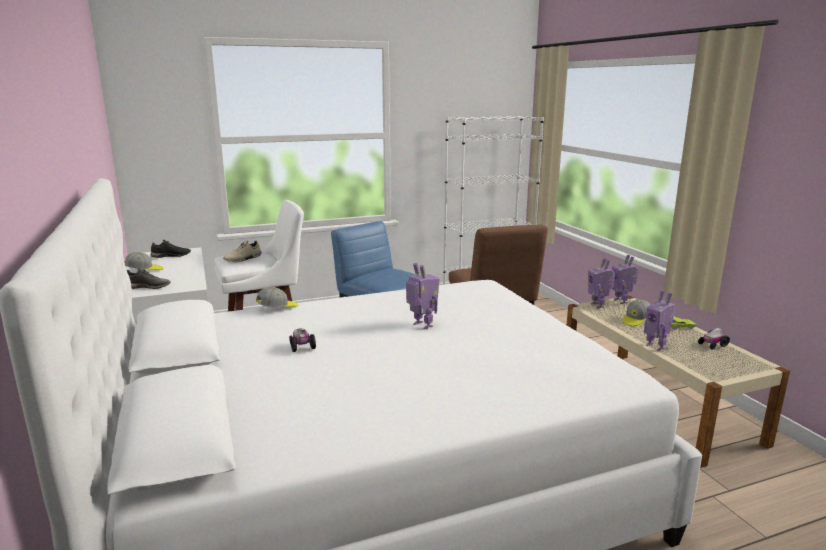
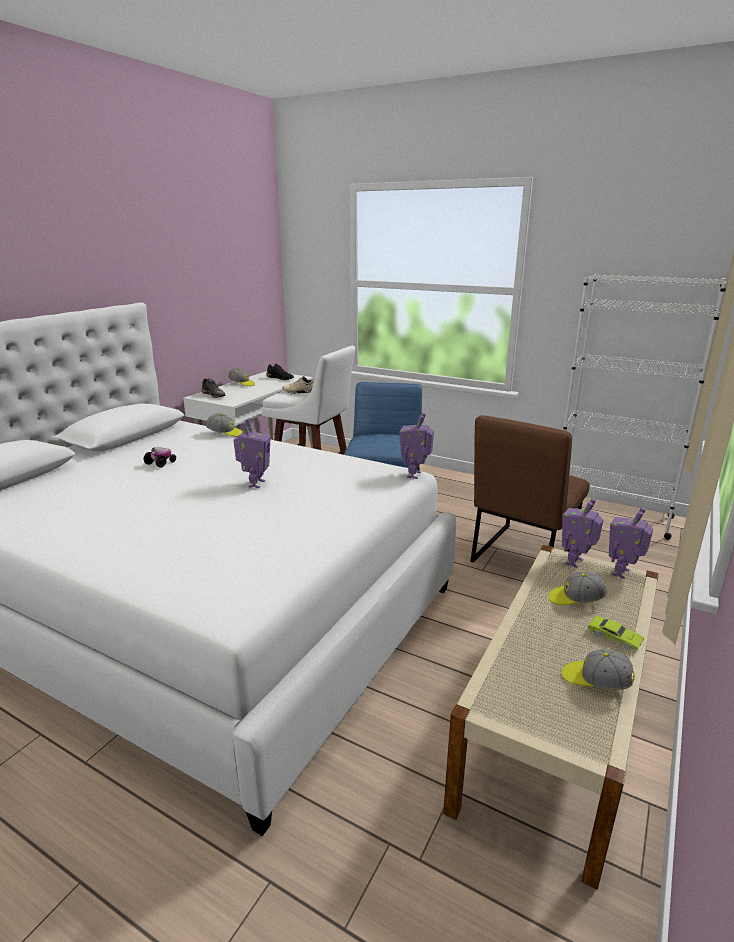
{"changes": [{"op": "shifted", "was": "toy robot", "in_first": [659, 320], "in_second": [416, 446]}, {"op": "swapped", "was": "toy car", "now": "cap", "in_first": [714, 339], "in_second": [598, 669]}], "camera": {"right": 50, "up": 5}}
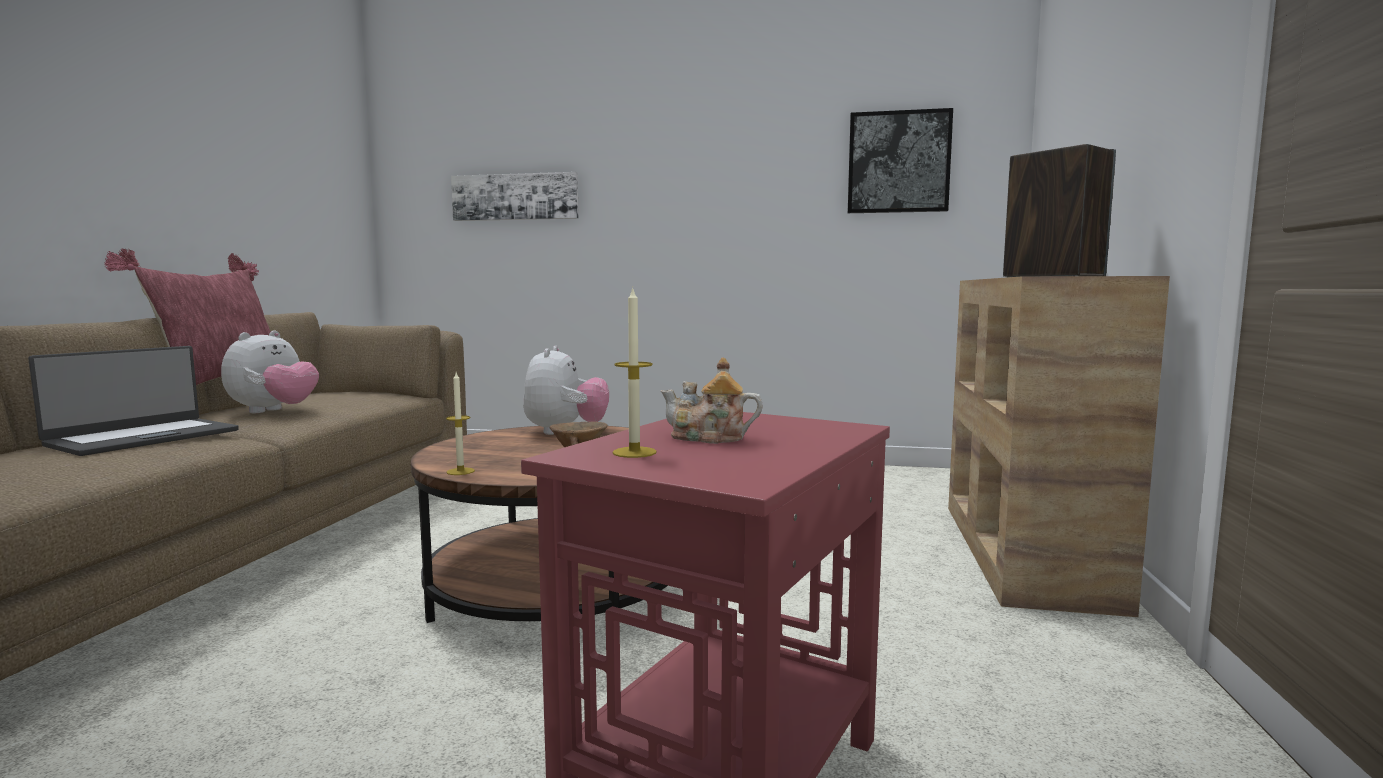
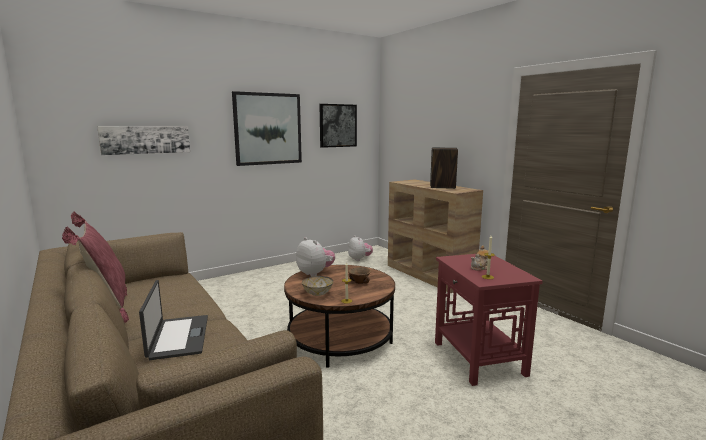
{"changes": [{"op": "new", "now": "picture", "in_second": [267, 128]}, {"op": "new", "now": "bowl", "in_second": [317, 286]}, {"op": "shifted", "was": "plush toy", "in_first": [270, 372], "in_second": [360, 248]}], "camera": {"right": -45, "up": 5}}
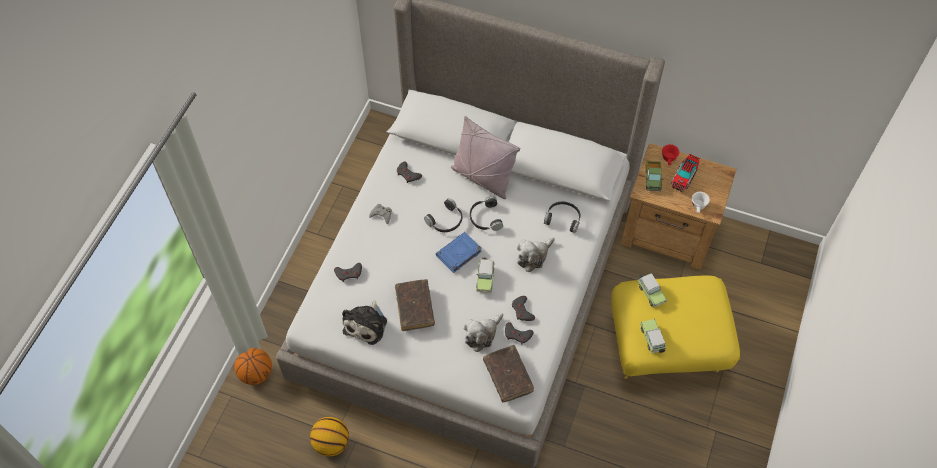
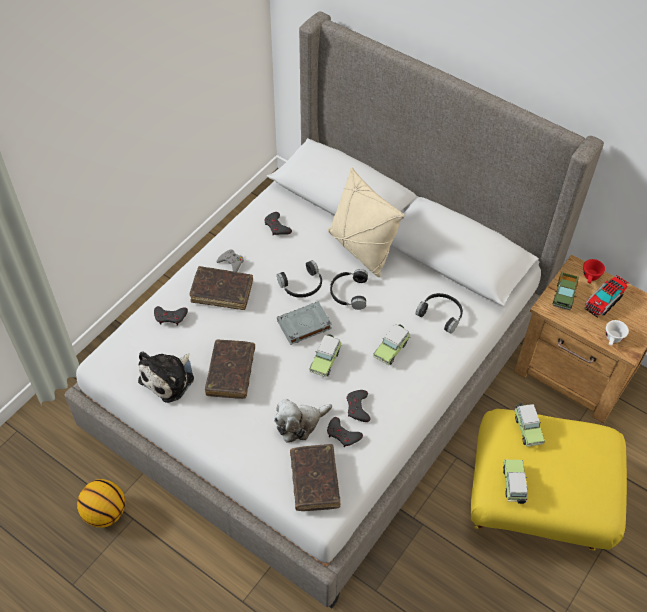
{"changes": [{"op": "new", "now": "book (brown)", "in_second": [221, 288]}, {"op": "repainted", "was": "book (blue)", "now": "book (grey)", "in_first": [459, 252], "in_second": [304, 323]}, {"op": "repainted", "was": "pillow (purple)", "now": "pillow (beige)", "in_first": [486, 157], "in_second": [366, 222]}, {"op": "swapped", "was": "plush toy", "now": "toy car", "in_first": [536, 254], "in_second": [391, 344]}, {"op": "gone", "was": "basketball", "in_first": [253, 366]}], "camera": {"right": 15, "up": -5}}
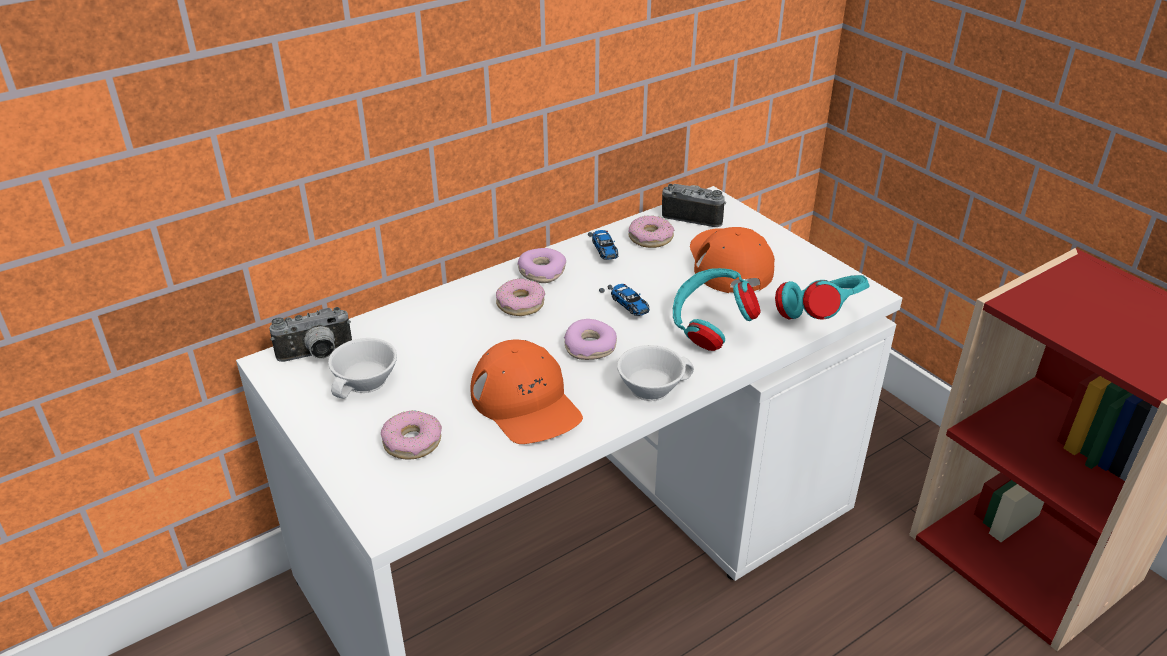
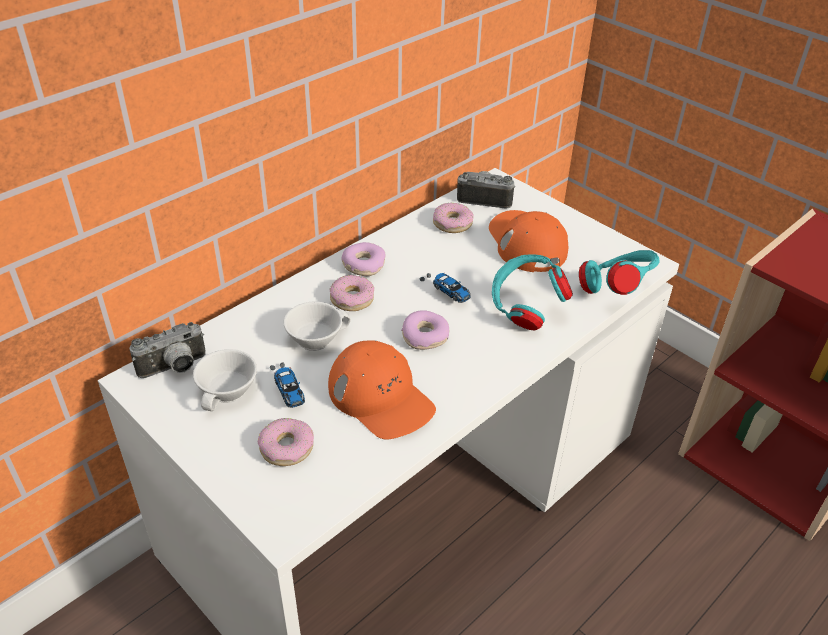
{"changes": [{"op": "shifted", "was": "toy car", "in_first": [603, 245], "in_second": [287, 385]}, {"op": "shifted", "was": "cup (white)", "in_first": [655, 373], "in_second": [317, 326]}], "camera": {"right": -10, "up": 5}}
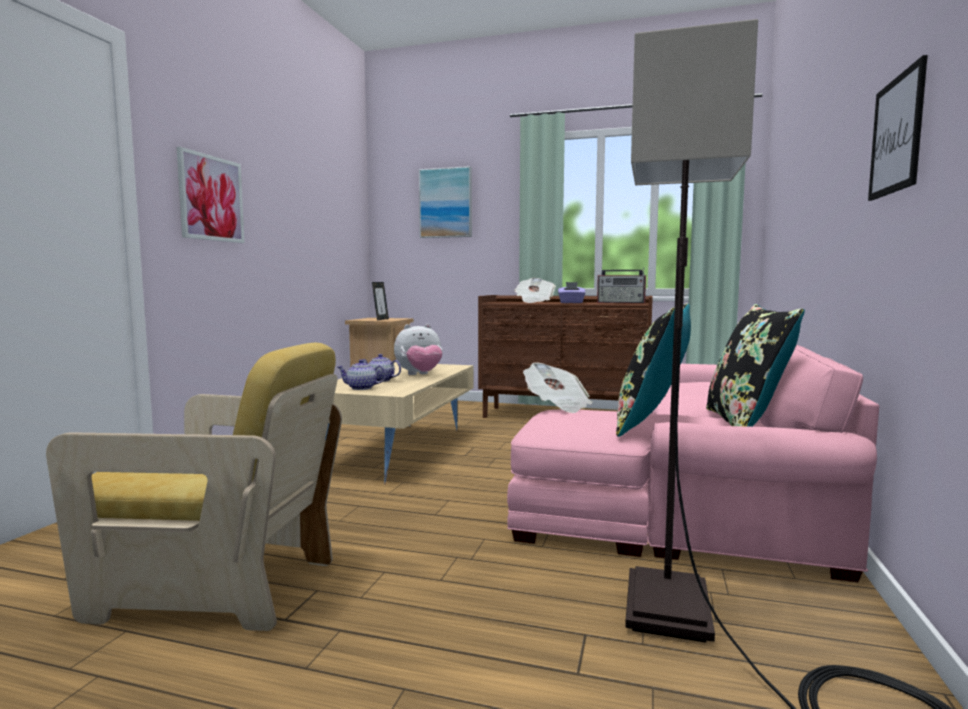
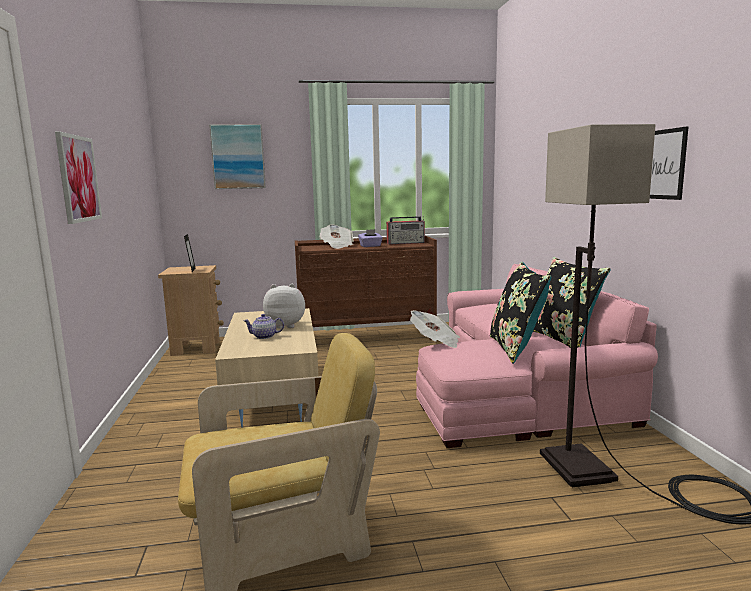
{"changes": [{"op": "rotated", "was": "plush toy", "in_first": [418, 349], "in_second": [284, 306], "clockwise": -135}, {"op": "gone", "was": "teapot", "in_first": [361, 374]}], "camera": {"right": -25, "up": 5}}
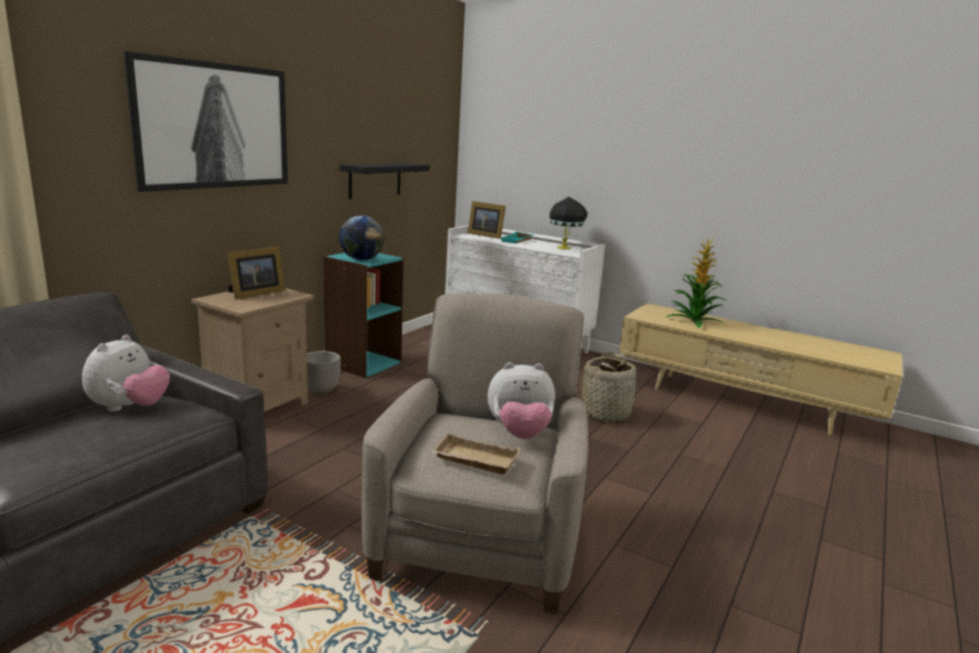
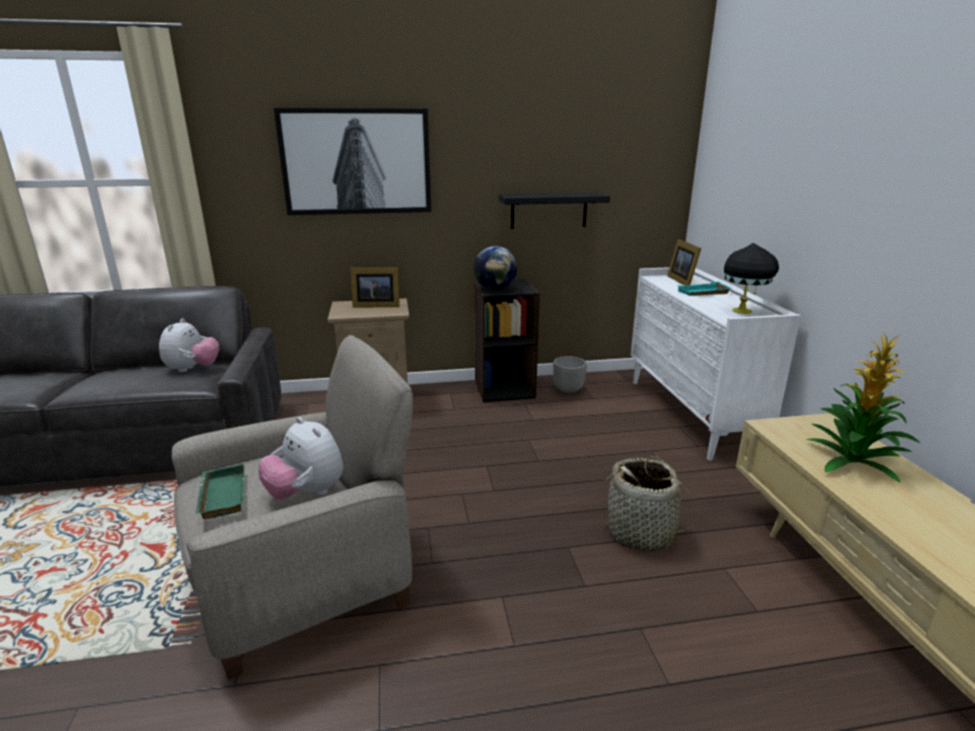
{"changes": [{"op": "rotated", "was": "plush toy", "in_first": [126, 373], "in_second": [189, 345], "clockwise": -60}, {"op": "repainted", "was": "tray (beige)", "now": "tray (green)", "in_first": [476, 453], "in_second": [220, 491]}, {"op": "repainted", "was": "bookcase (turquoise)", "now": "bookcase (black)", "in_first": [363, 315], "in_second": [507, 340]}, {"op": "shifted", "was": "planter", "in_first": [324, 372], "in_second": [570, 375]}], "camera": {"right": 50, "up": 5}}
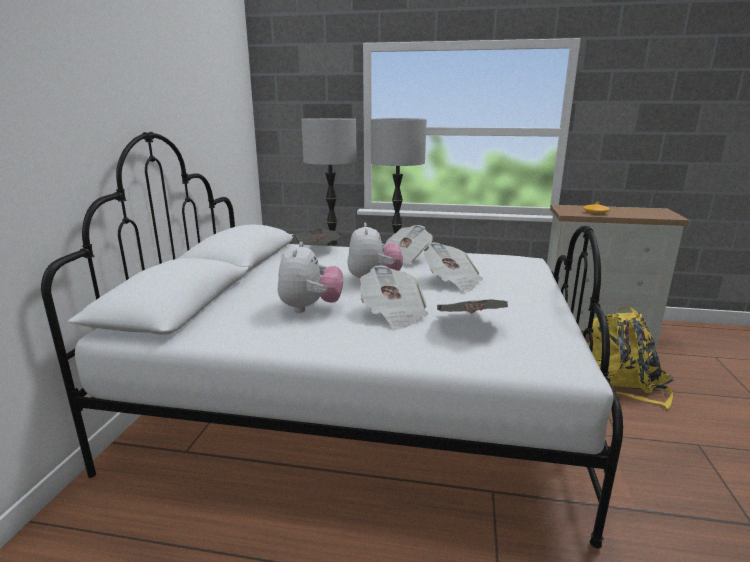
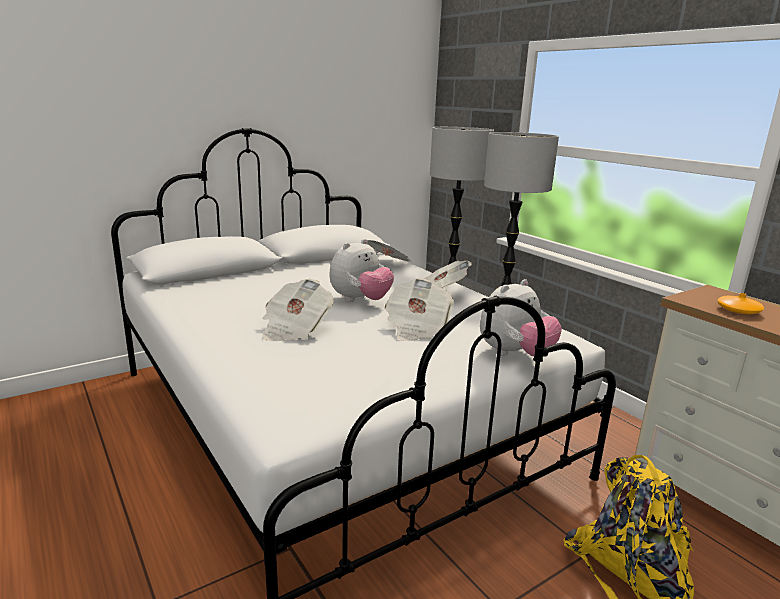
{"changes": [{"op": "shifted", "was": "plush toy", "in_first": [310, 277], "in_second": [521, 317]}, {"op": "gone", "was": "newspaper", "in_first": [472, 307]}], "camera": {"right": 45, "up": 0}}
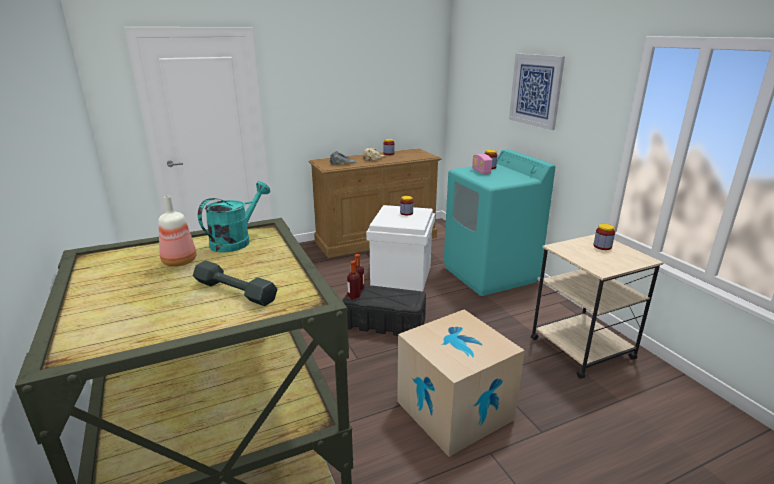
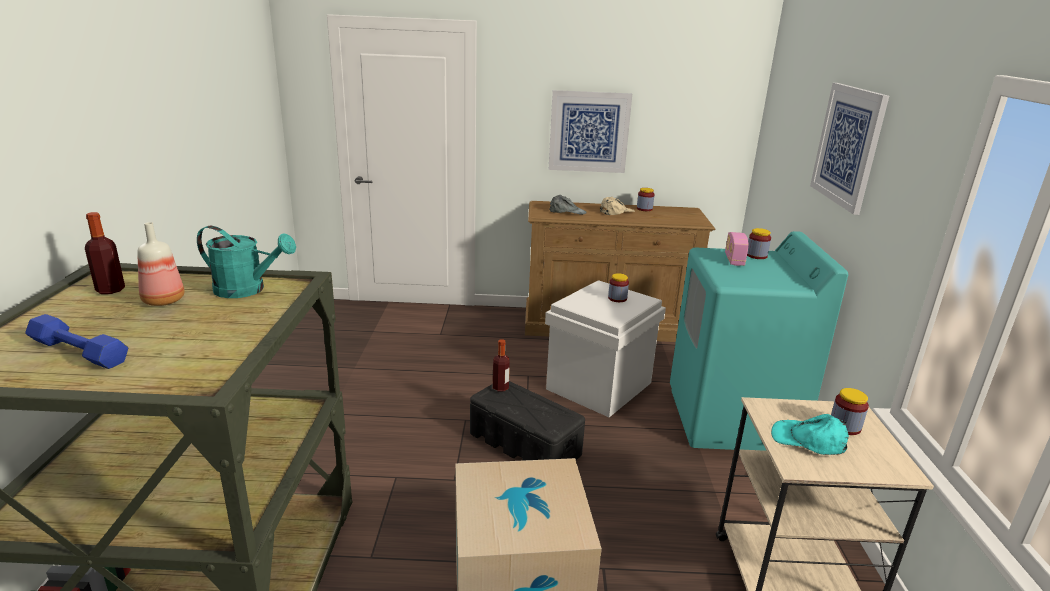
{"changes": [{"op": "new", "now": "dumbbell (blue)", "in_second": [76, 341]}, {"op": "shifted", "was": "bottle", "in_first": [354, 280], "in_second": [105, 253]}, {"op": "rotated", "was": "watering can (turquoise)", "in_first": [234, 217], "in_second": [246, 262], "clockwise": 45}, {"op": "new", "now": "picture", "in_second": [590, 131]}, {"op": "new", "now": "cap (turquoise)", "in_second": [810, 434]}, {"op": "gone", "was": "dumbbell (grey)", "in_first": [235, 283]}], "camera": {"right": 25, "up": 0}}
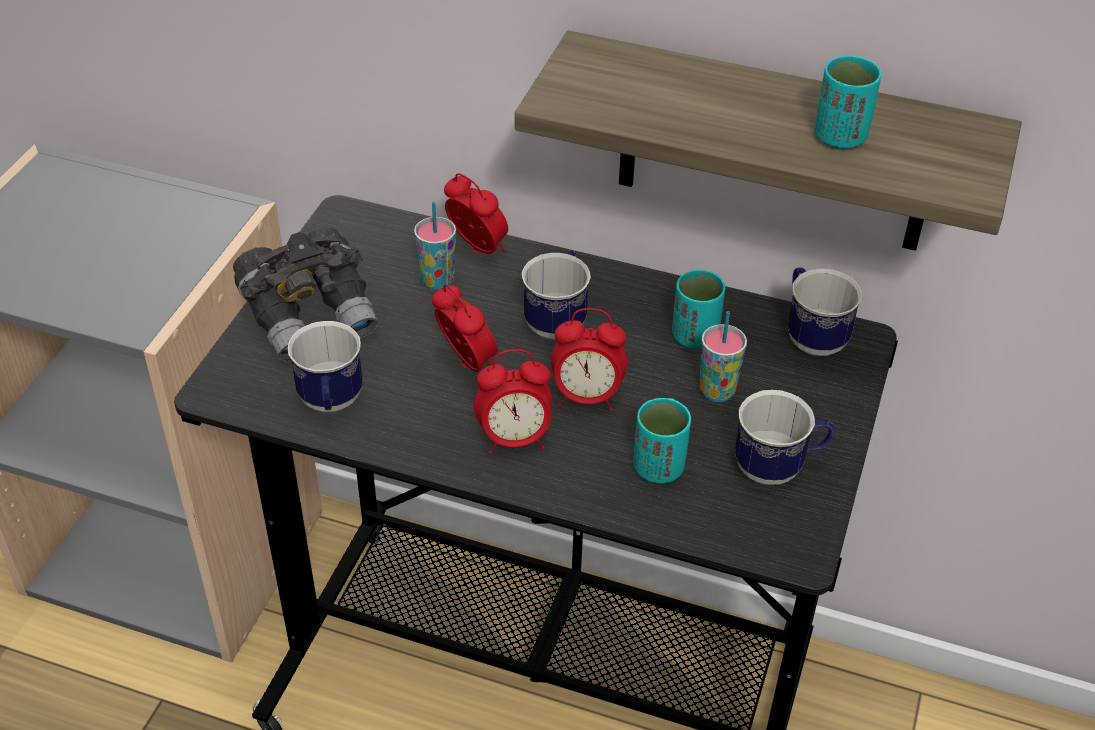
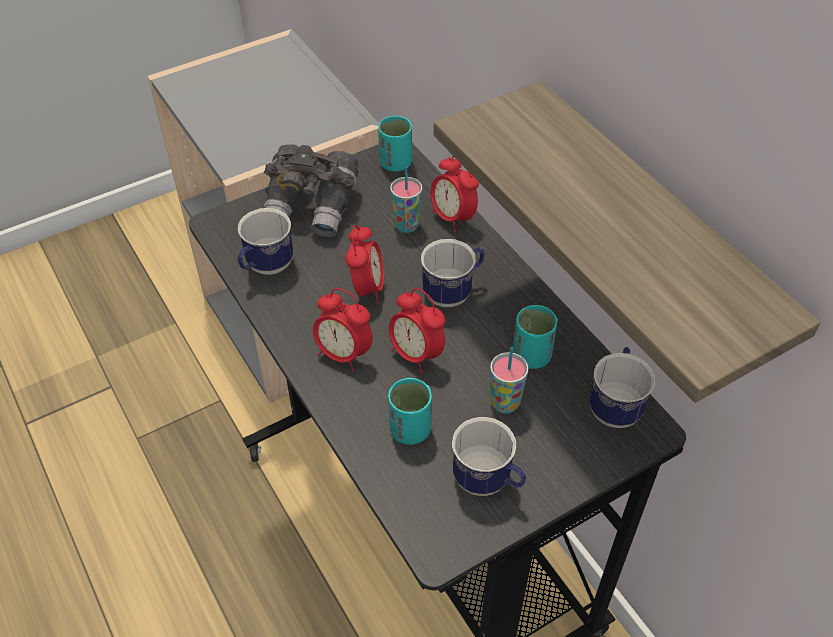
{"changes": [{"op": "shifted", "was": "cup (turquoise)", "in_first": [848, 102], "in_second": [395, 144]}, {"op": "rotated", "was": "alarm clock", "in_first": [476, 213], "in_second": [454, 194], "clockwise": 150}], "camera": {"right": 40, "up": 5}}
